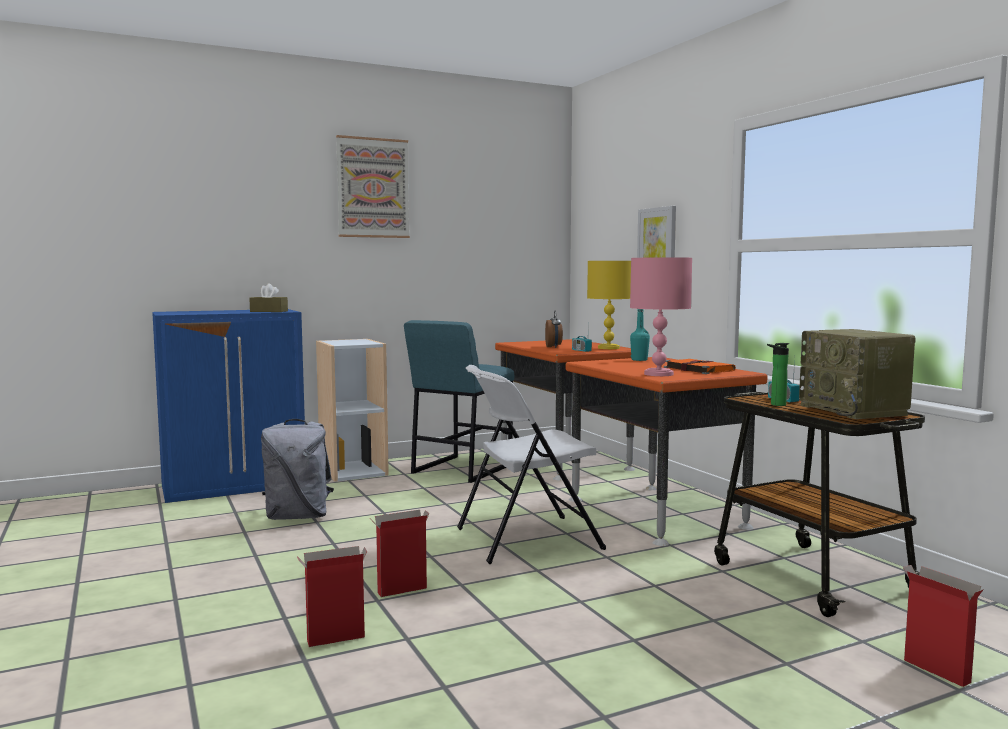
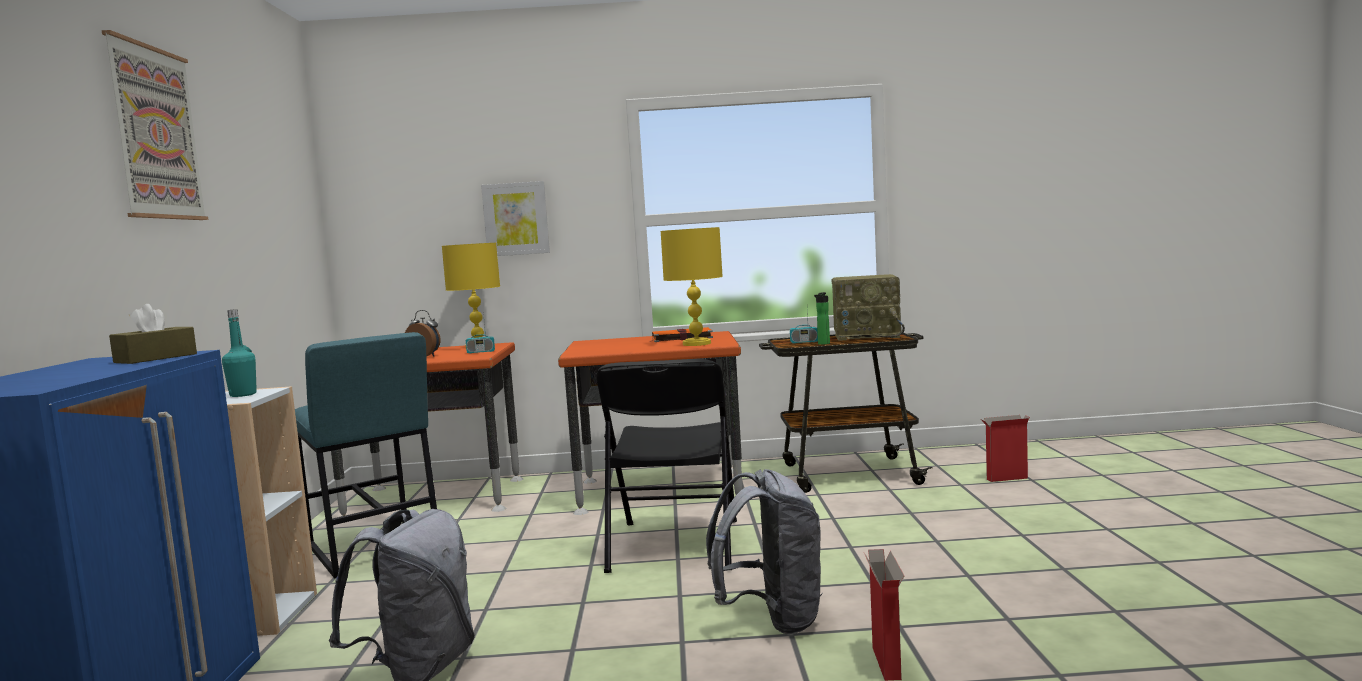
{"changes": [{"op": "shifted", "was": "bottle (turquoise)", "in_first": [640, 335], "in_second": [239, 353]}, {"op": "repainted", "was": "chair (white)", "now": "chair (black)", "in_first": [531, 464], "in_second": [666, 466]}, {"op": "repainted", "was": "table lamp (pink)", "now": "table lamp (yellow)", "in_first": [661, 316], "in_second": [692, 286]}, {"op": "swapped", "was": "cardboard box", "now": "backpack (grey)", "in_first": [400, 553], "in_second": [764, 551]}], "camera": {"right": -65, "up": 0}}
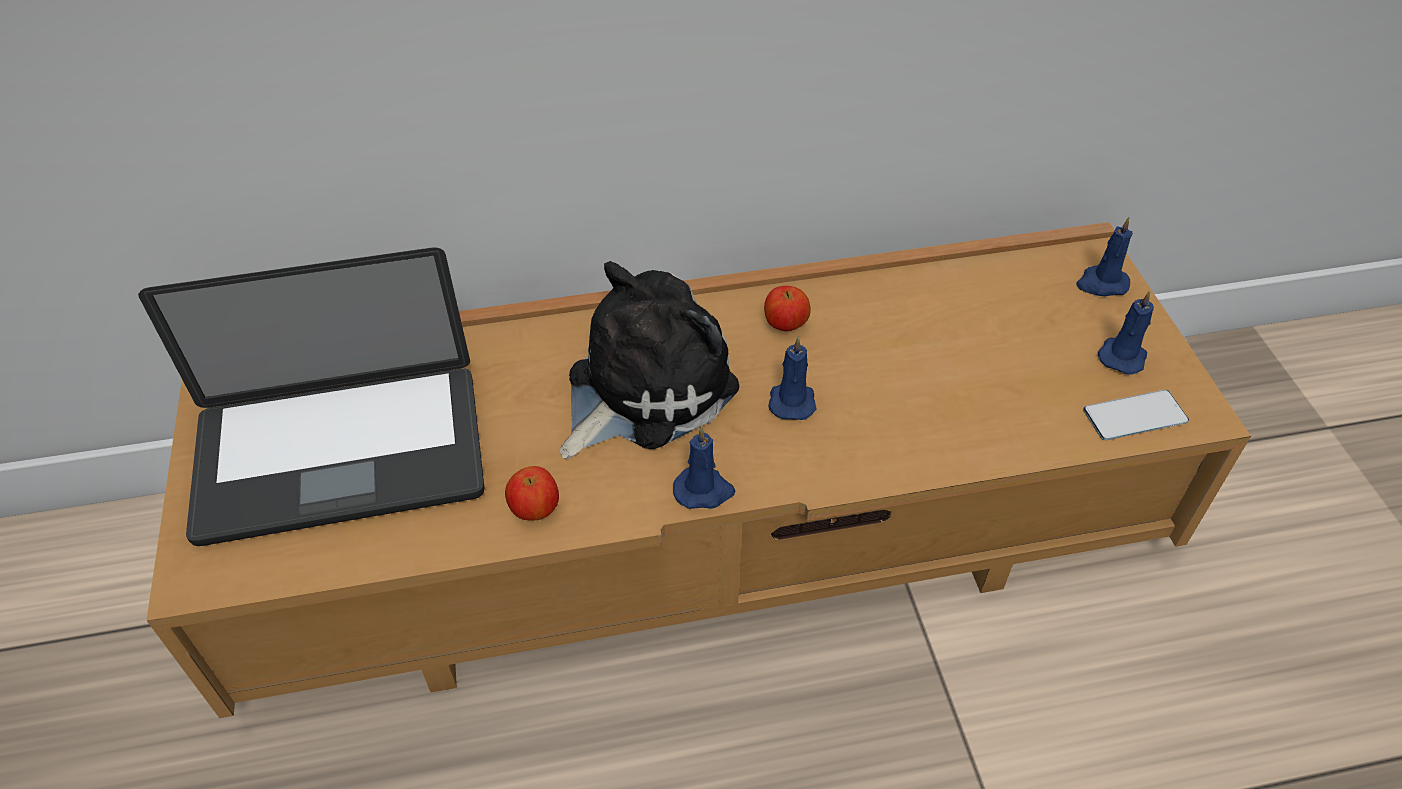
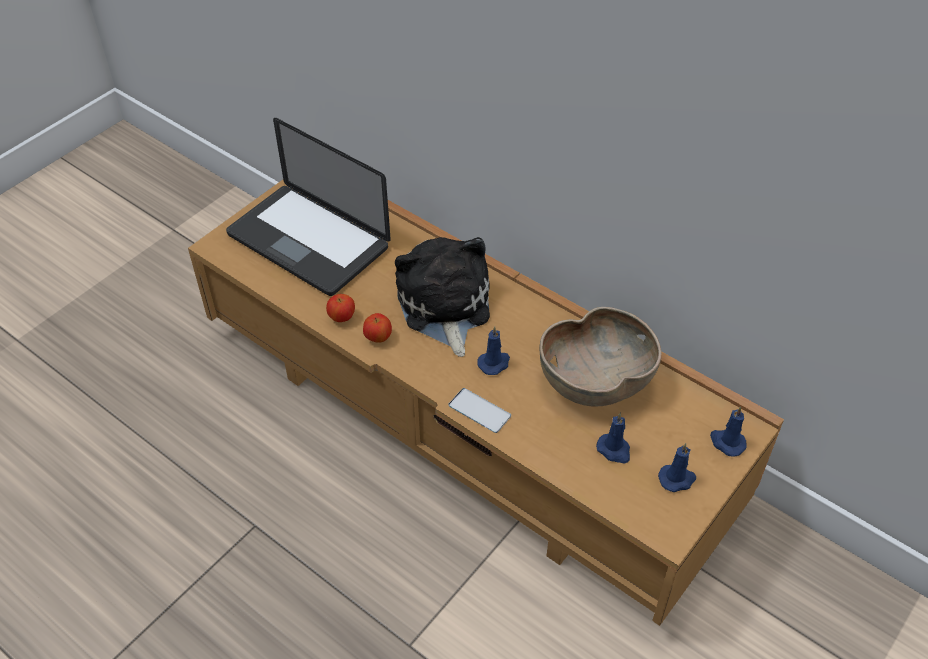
{"changes": [{"op": "shifted", "was": "apple", "in_first": [787, 308], "in_second": [377, 328]}, {"op": "rotated", "was": "plush toy", "in_first": [649, 360], "in_second": [442, 297], "clockwise": -105}, {"op": "shifted", "was": "phone", "in_first": [1136, 415], "in_second": [479, 410]}, {"op": "new", "now": "bowl (brown)", "in_second": [600, 356]}, {"op": "shifted", "was": "candle (blue)", "in_first": [704, 468], "in_second": [613, 438]}], "camera": {"right": 50, "up": 0}}
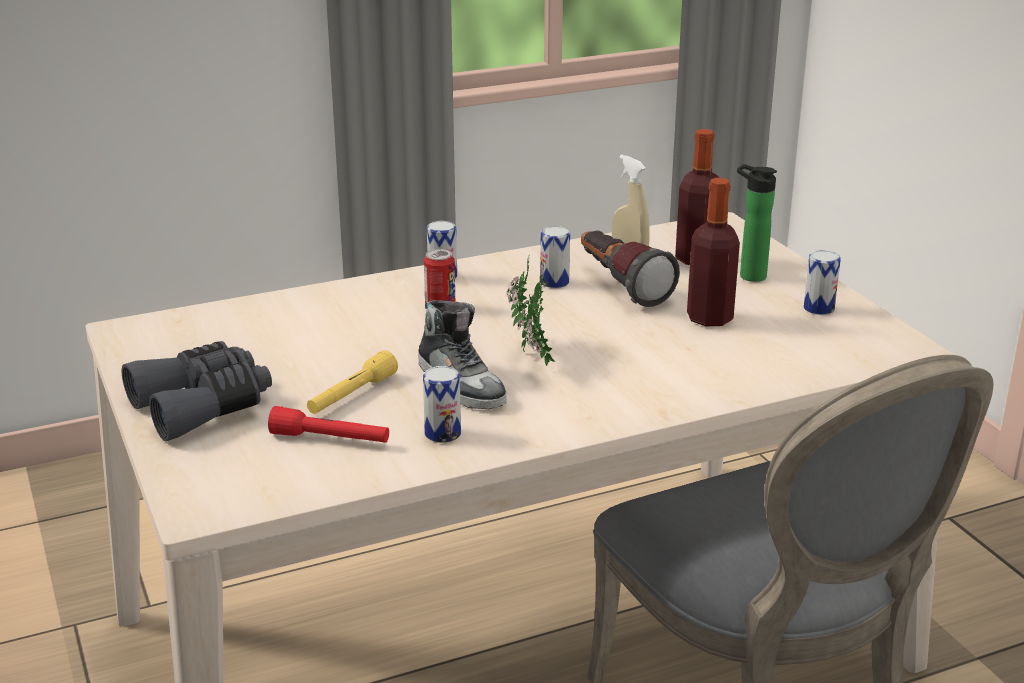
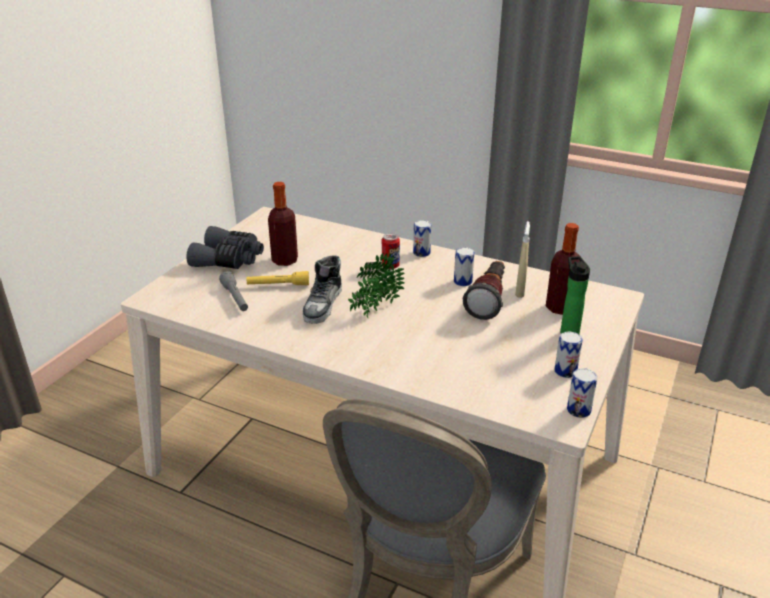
{"changes": [{"op": "repainted", "was": "flashlight (red)", "now": "flashlight (grey)", "in_first": [328, 424], "in_second": [233, 291]}, {"op": "shifted", "was": "bottle", "in_first": [713, 252], "in_second": [283, 224]}, {"op": "shifted", "was": "can", "in_first": [442, 404], "in_second": [582, 393]}], "camera": {"right": 50, "up": 5}}
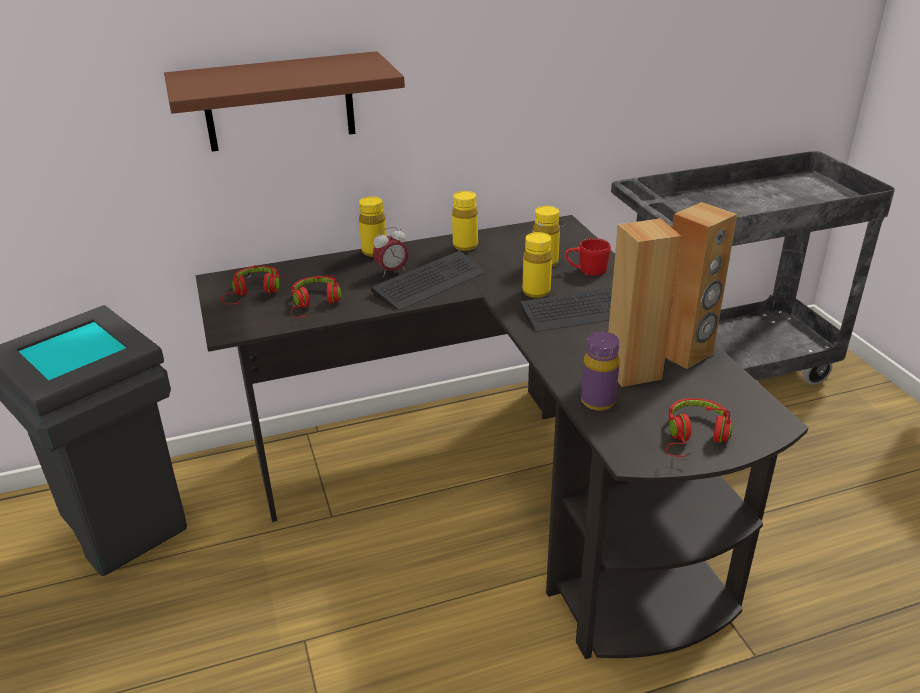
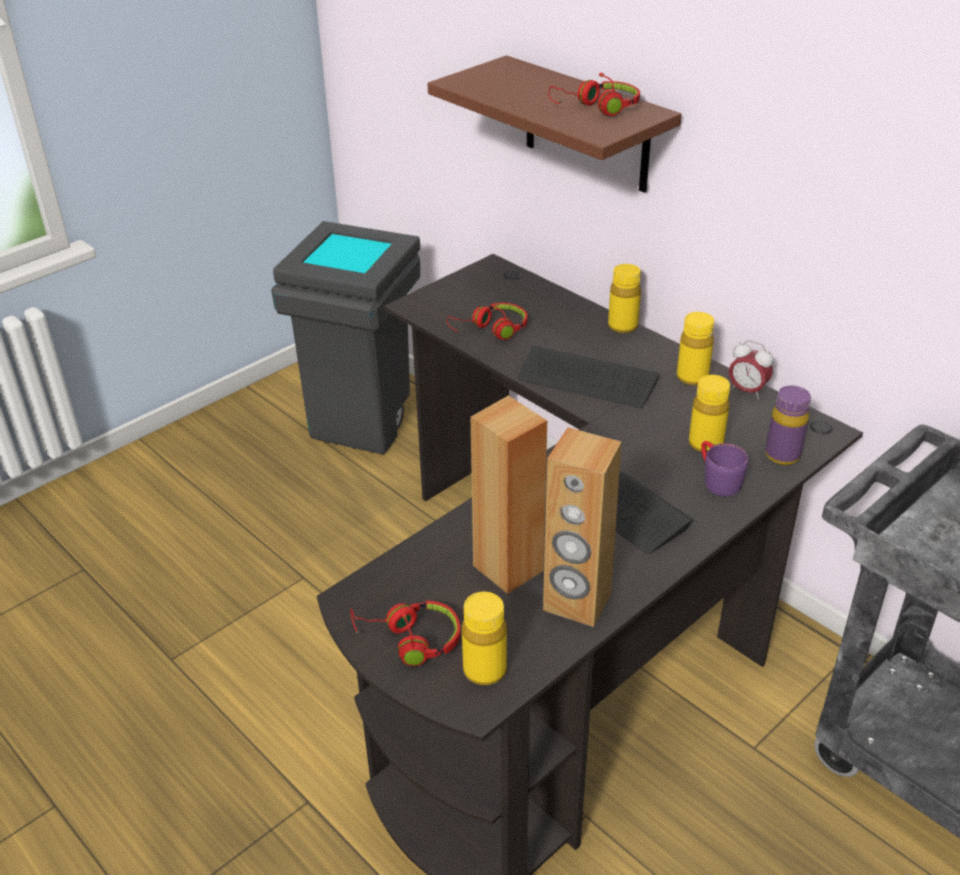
{"changes": [{"op": "shifted", "was": "bottle (yellow)", "in_first": [537, 265], "in_second": [484, 638]}, {"op": "shifted", "was": "headphones (red)", "in_first": [251, 284], "in_second": [594, 94]}, {"op": "repainted", "was": "mug (red)", "now": "mug (purple)", "in_first": [588, 257], "in_second": [725, 468]}, {"op": "shifted", "was": "alarm clock", "in_first": [390, 251], "in_second": [751, 369]}, {"op": "shifted", "was": "bottle (purple)", "in_first": [600, 371], "in_second": [788, 425]}], "camera": {"right": 65, "up": 5}}
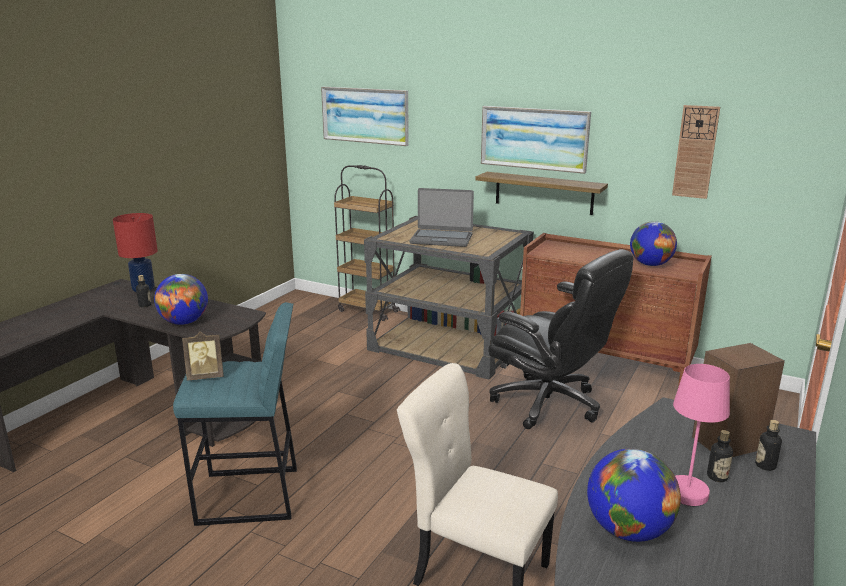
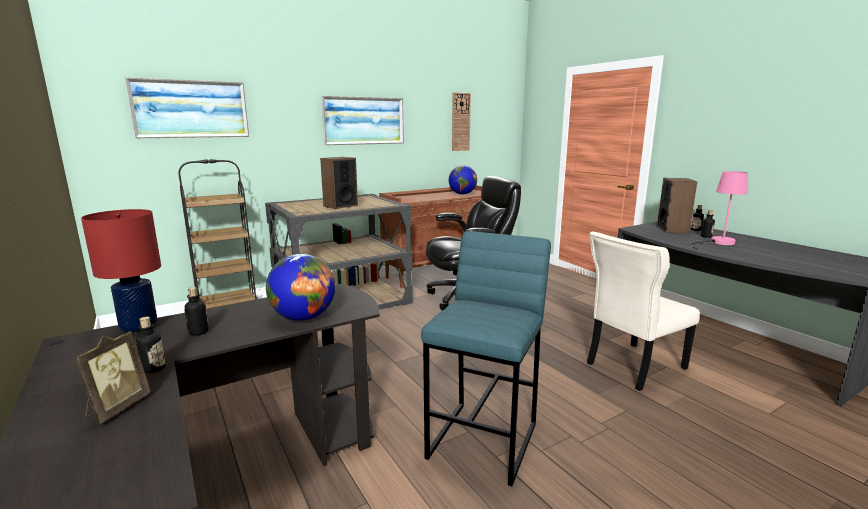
{"changes": [{"op": "shifted", "was": "picture frame", "in_first": [203, 356], "in_second": [112, 377]}, {"op": "new", "now": "bottle", "in_second": [151, 345]}, {"op": "swapped", "was": "laptop", "now": "speaker", "in_first": [442, 217], "in_second": [339, 183]}, {"op": "gone", "was": "shelf", "in_first": [541, 193]}, {"op": "gone", "was": "globe", "in_first": [634, 495]}], "camera": {"right": -60, "up": -5}}
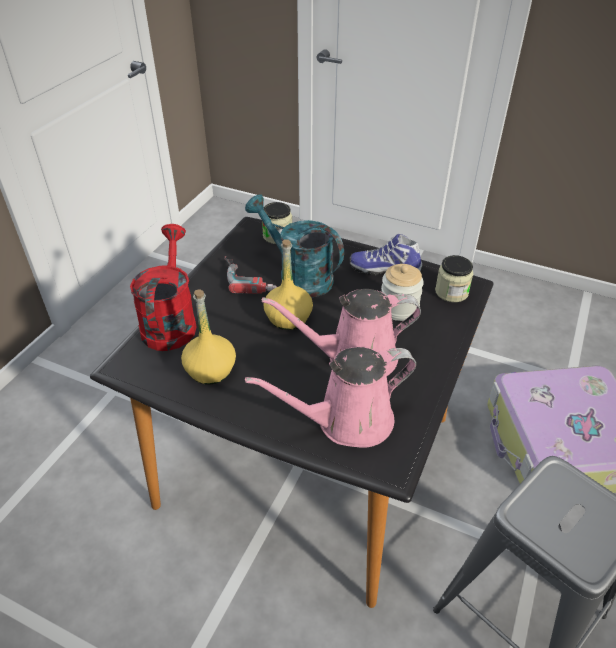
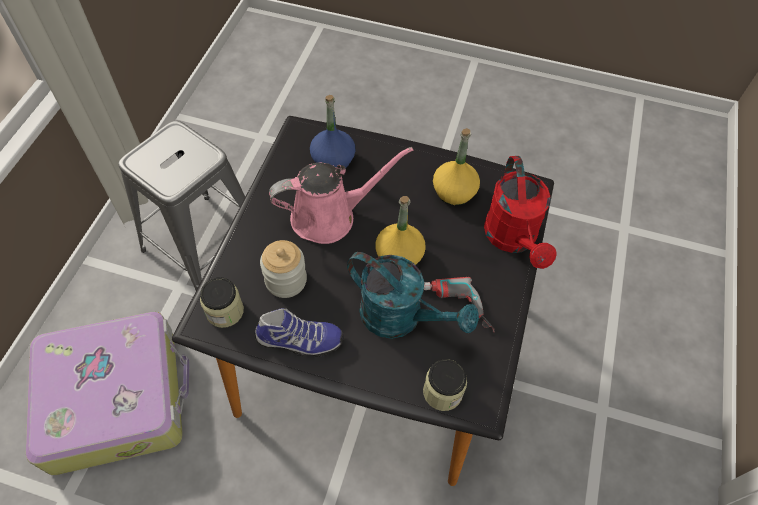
{"changes": [{"op": "swapped", "was": "watering can (pink)", "now": "bottle (blue)", "in_first": [330, 397], "in_second": [333, 131]}], "camera": {"right": 170, "up": 15}}
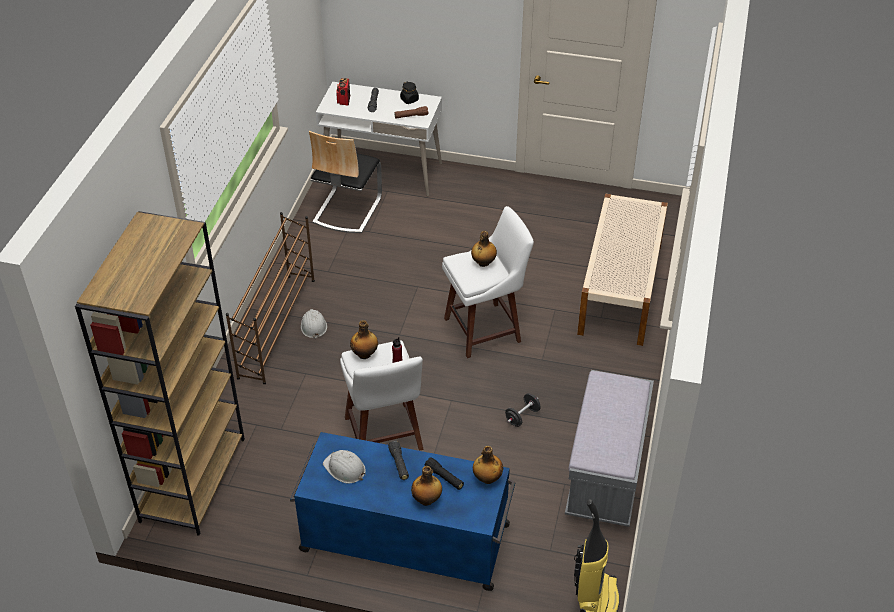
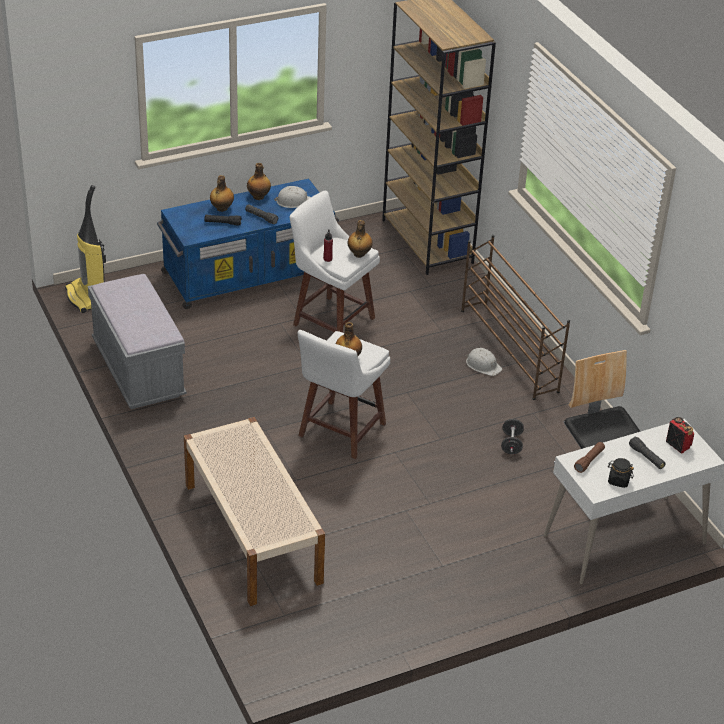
{"changes": [{"op": "shifted", "was": "bottle", "in_first": [488, 465], "in_second": [259, 181]}, {"op": "shifted", "was": "dumbbell (black)", "in_first": [523, 410], "in_second": [512, 436]}], "camera": {"right": 140, "up": -5}}
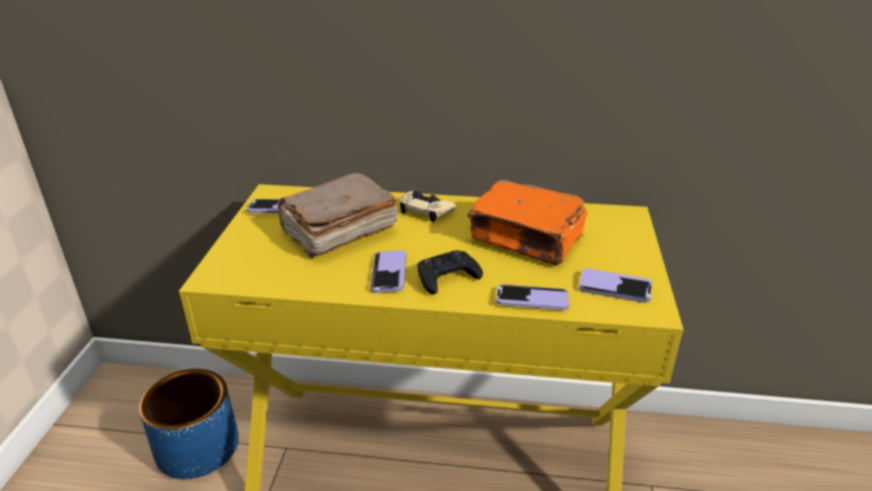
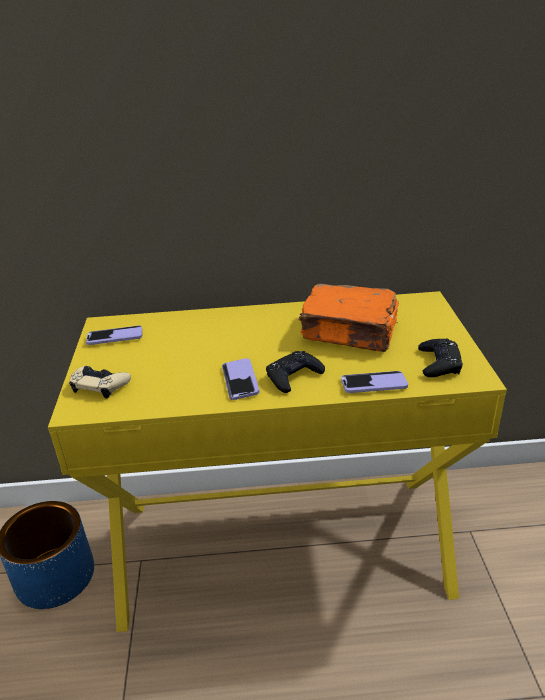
{"changes": [{"op": "shifted", "was": "game controller (beige)", "in_first": [428, 206], "in_second": [100, 382]}, {"op": "swapped", "was": "phone", "now": "game controller (black)", "in_first": [615, 285], "in_second": [440, 358]}, {"op": "gone", "was": "book (brown)", "in_first": [337, 215]}], "camera": {"right": -10, "up": 0}}
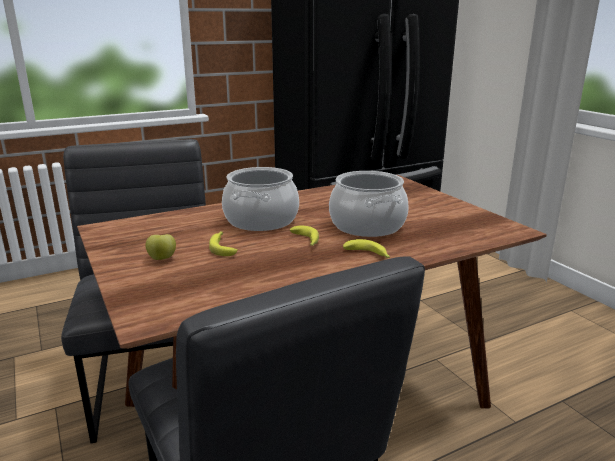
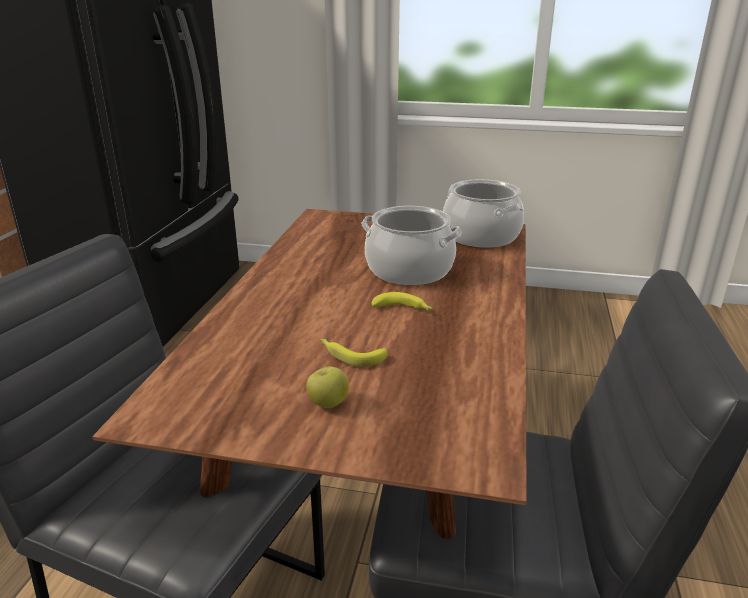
{"changes": [{"op": "shifted", "was": "cooking pot", "in_first": [260, 199], "in_second": [483, 213]}, {"op": "gone", "was": "banana", "in_first": [366, 248]}], "camera": {"right": -50, "up": 5}}
